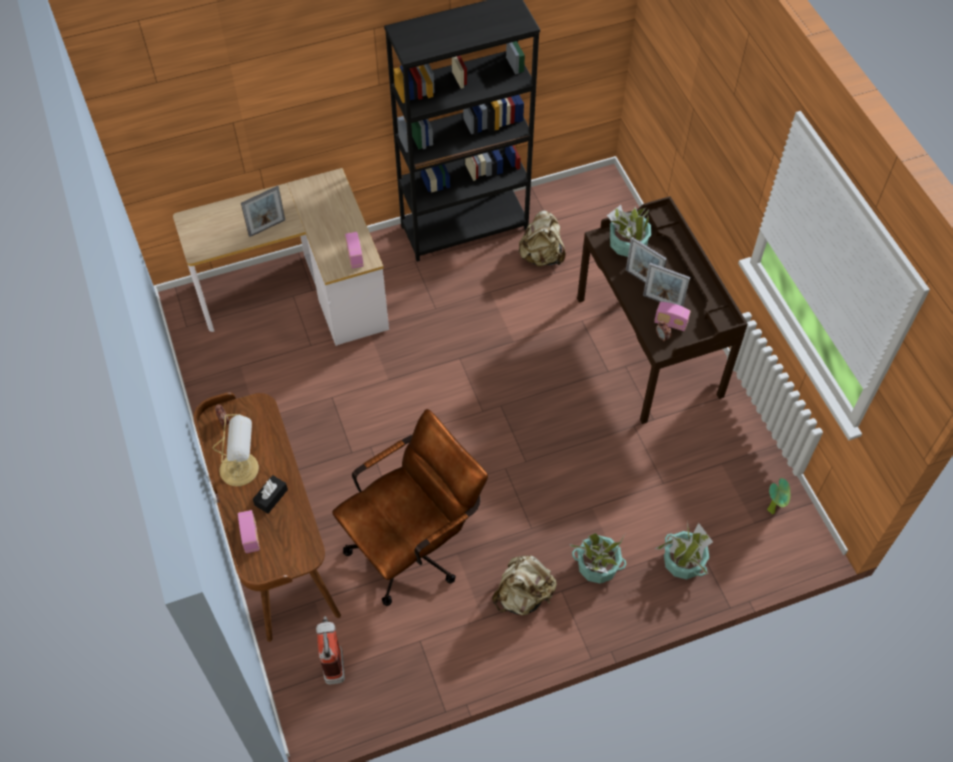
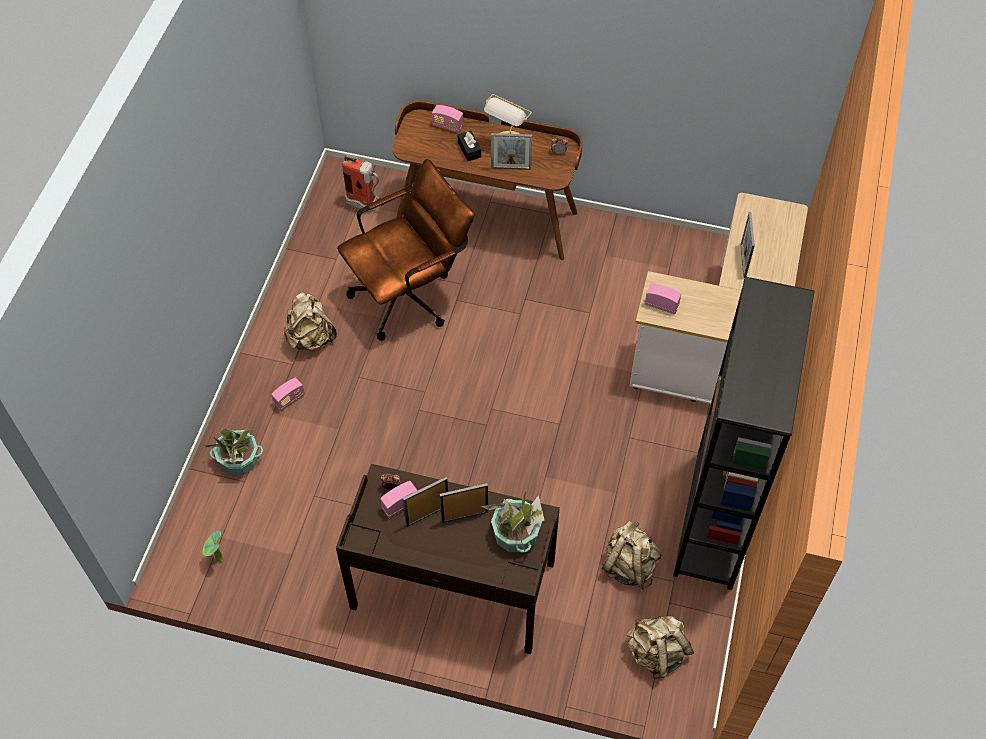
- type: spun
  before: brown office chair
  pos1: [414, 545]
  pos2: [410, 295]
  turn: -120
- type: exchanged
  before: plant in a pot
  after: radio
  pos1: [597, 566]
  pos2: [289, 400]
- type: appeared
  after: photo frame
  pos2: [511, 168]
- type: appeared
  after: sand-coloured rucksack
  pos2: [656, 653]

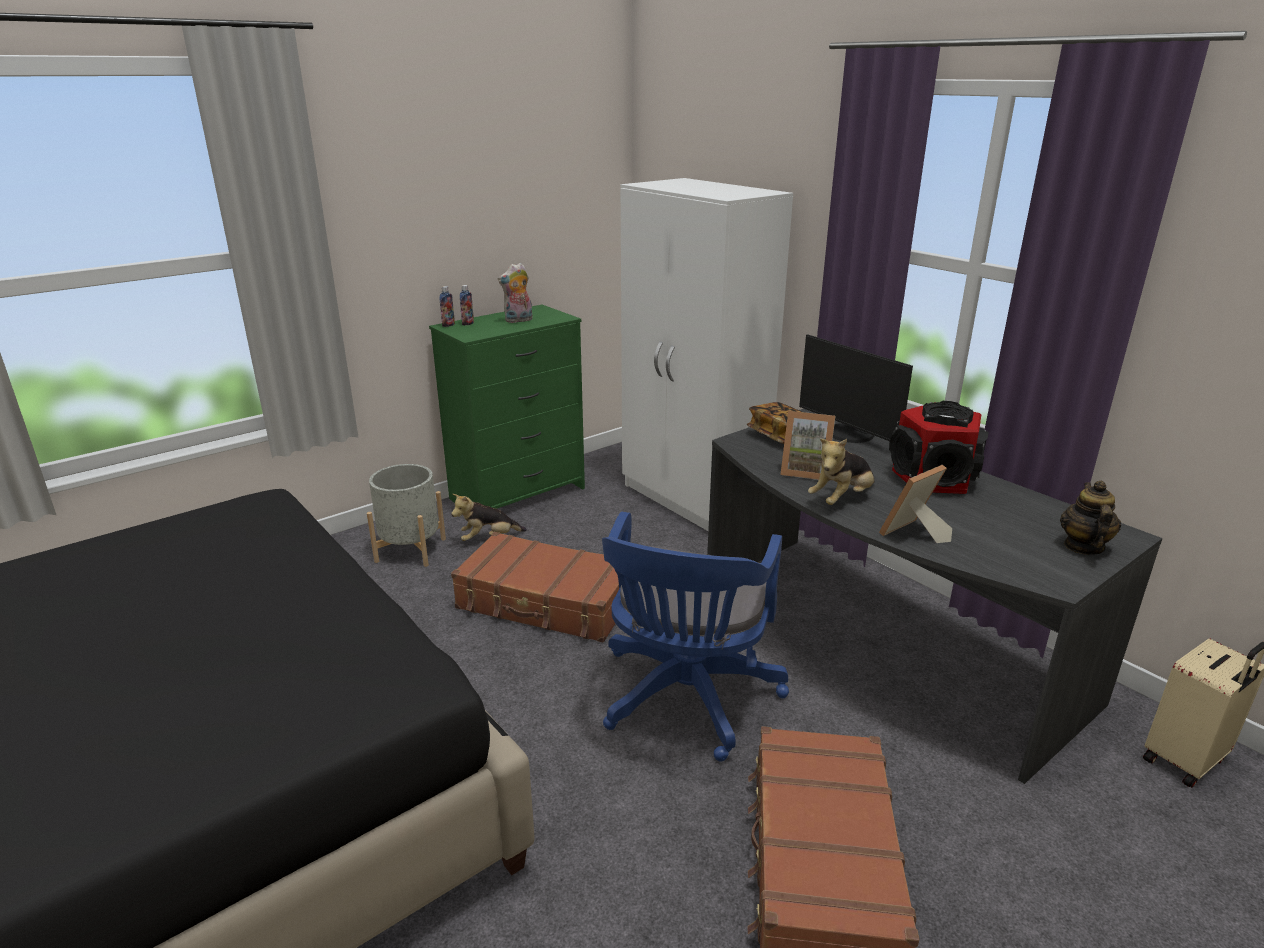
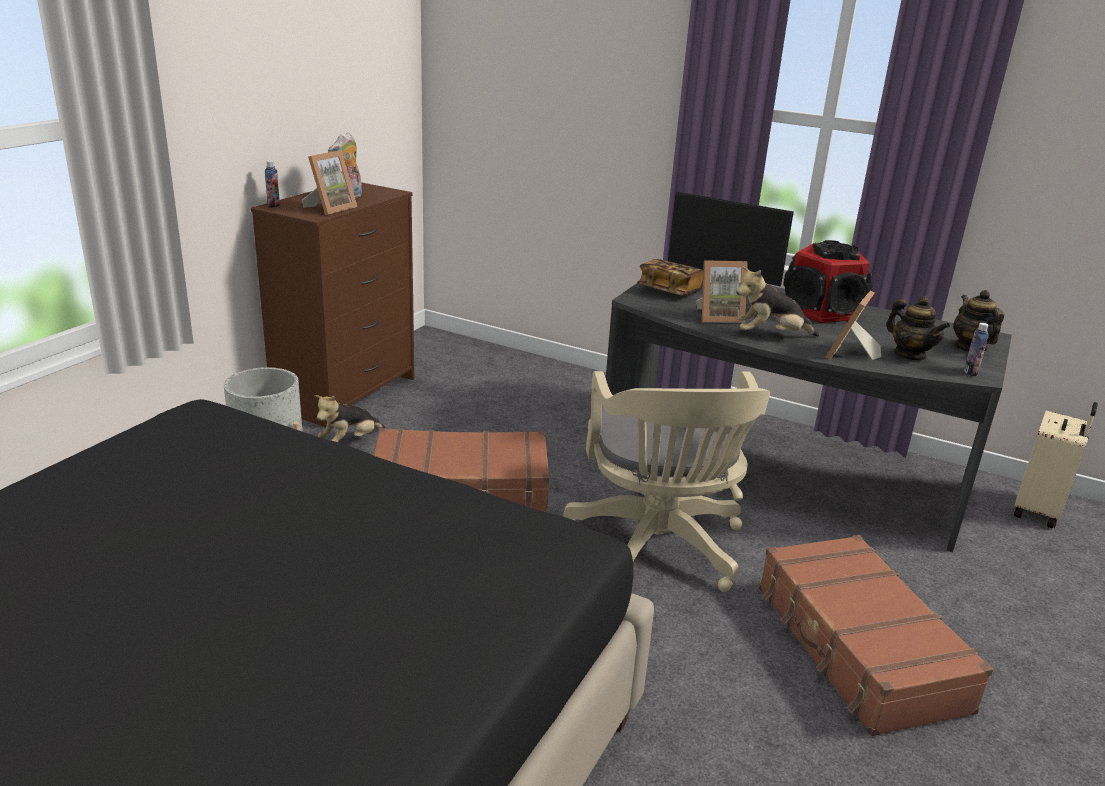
- type: colour
  before: green drawer chest
  after: brown drawer chest
  pos1: [518, 494]
  pos2: [346, 393]
- type: relocated
  before: bottle
  pos1: [468, 323]
  pos2: [970, 372]
- type: colour
  before: bluish office chair
  after: sand-coloured office chair
  pos1: [686, 700]
  pos2: [658, 549]
- type: missing
  before: white wardrobe
  pos1: [693, 500]
- type: spun
  before: plush toy
  pos1: [842, 499]
  pos2: [770, 336]
  turn: 60
- type: appeared
  after: photo frame
  pos2: [330, 208]
- type: appeared
  after: pot for tea
  pos2: [910, 355]

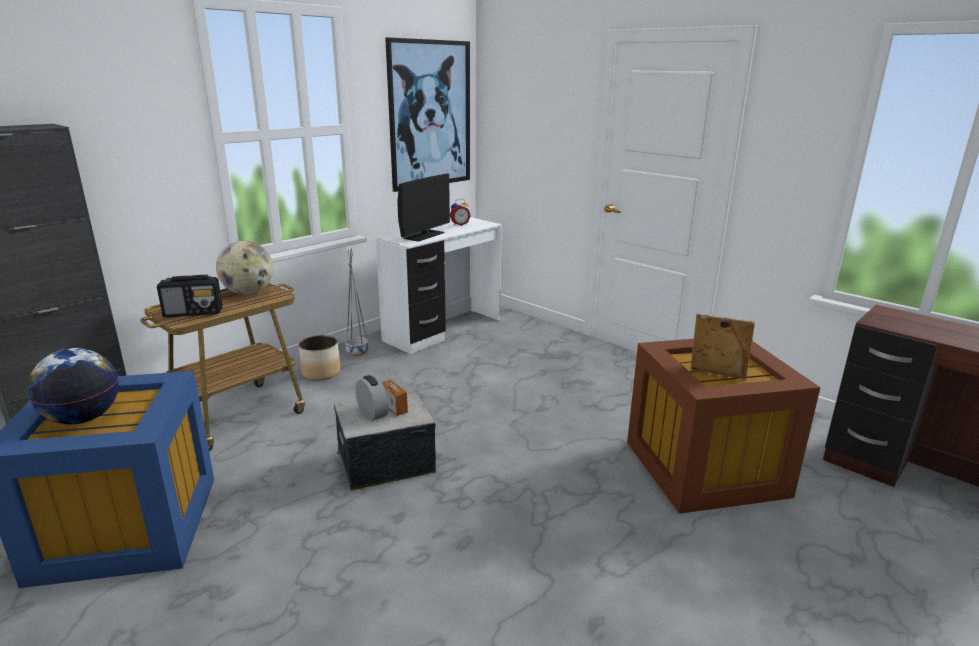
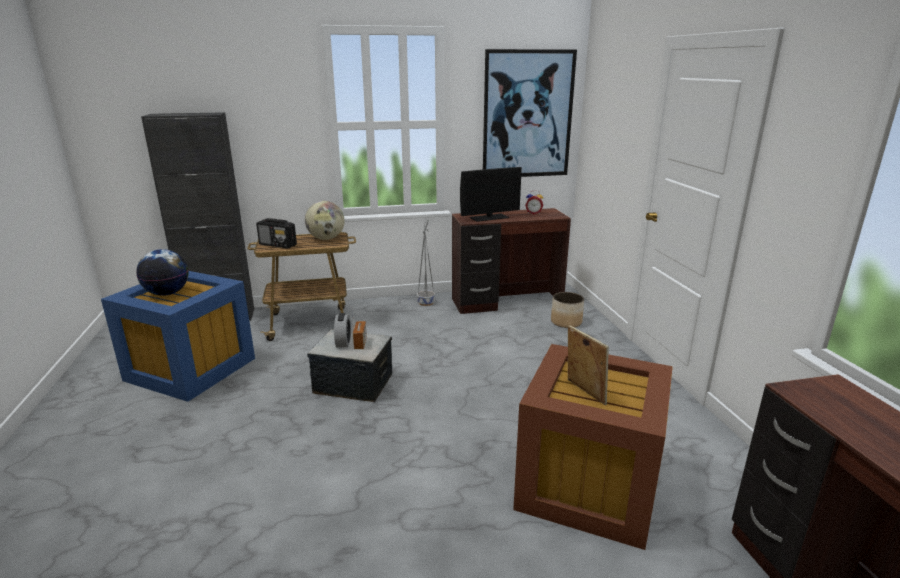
- type: relocated
  before: flower pot
  pos1: [321, 372]
  pos2: [566, 322]
- type: colour
  before: white desk unit
  after: brown desk unit
  pos1: [444, 330]
  pos2: [507, 302]

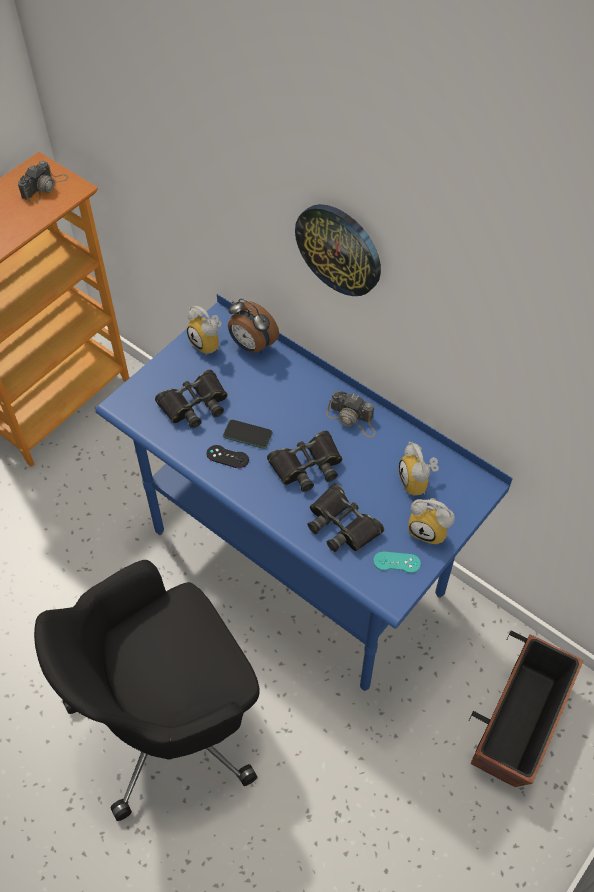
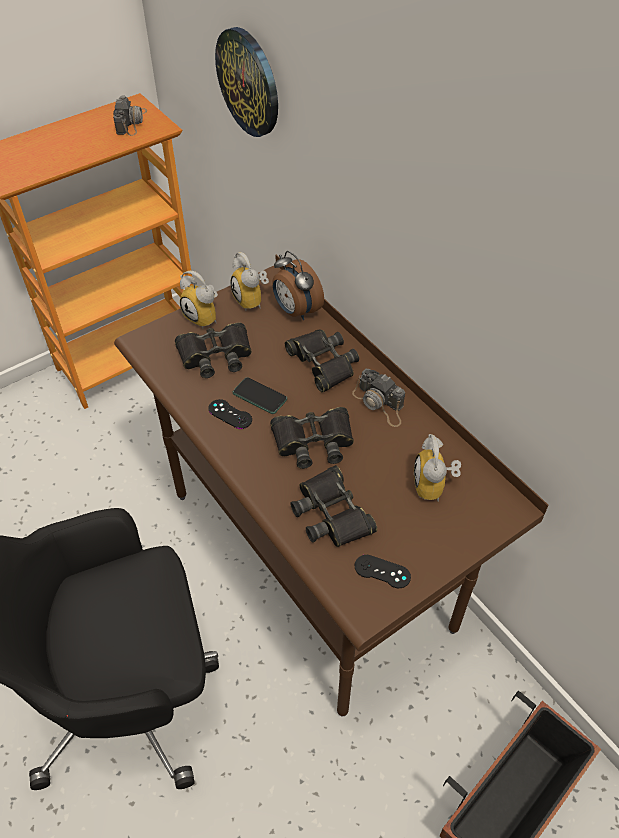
- type: spun
  before: photo camera
  pos1: [44, 187]
  pos2: [131, 121]
  turn: -45
- type: colour
  before: bluish desk unit
  after: brown desk unit
  pos1: [297, 562]
  pos2: [310, 560]
- type: relocated
  before: wall clock
  pos1: [339, 249]
  pos2: [249, 82]
- type: colour
  before: turquoise gamepad
  after: black-coloured gamepad
  pos1: [397, 562]
  pos2: [382, 571]
- type: relocated
  before: table clock
  pos1: [430, 529]
  pos2: [205, 317]
- type: appeared
  after: black-coloured binoculars
  pos2: [322, 363]

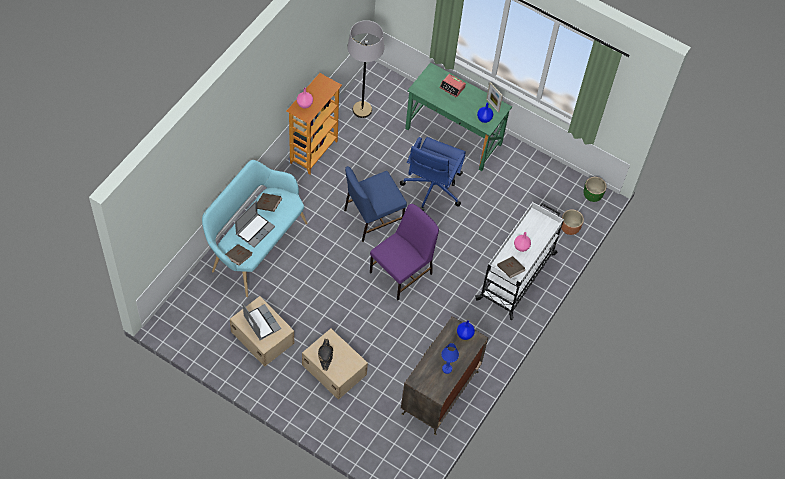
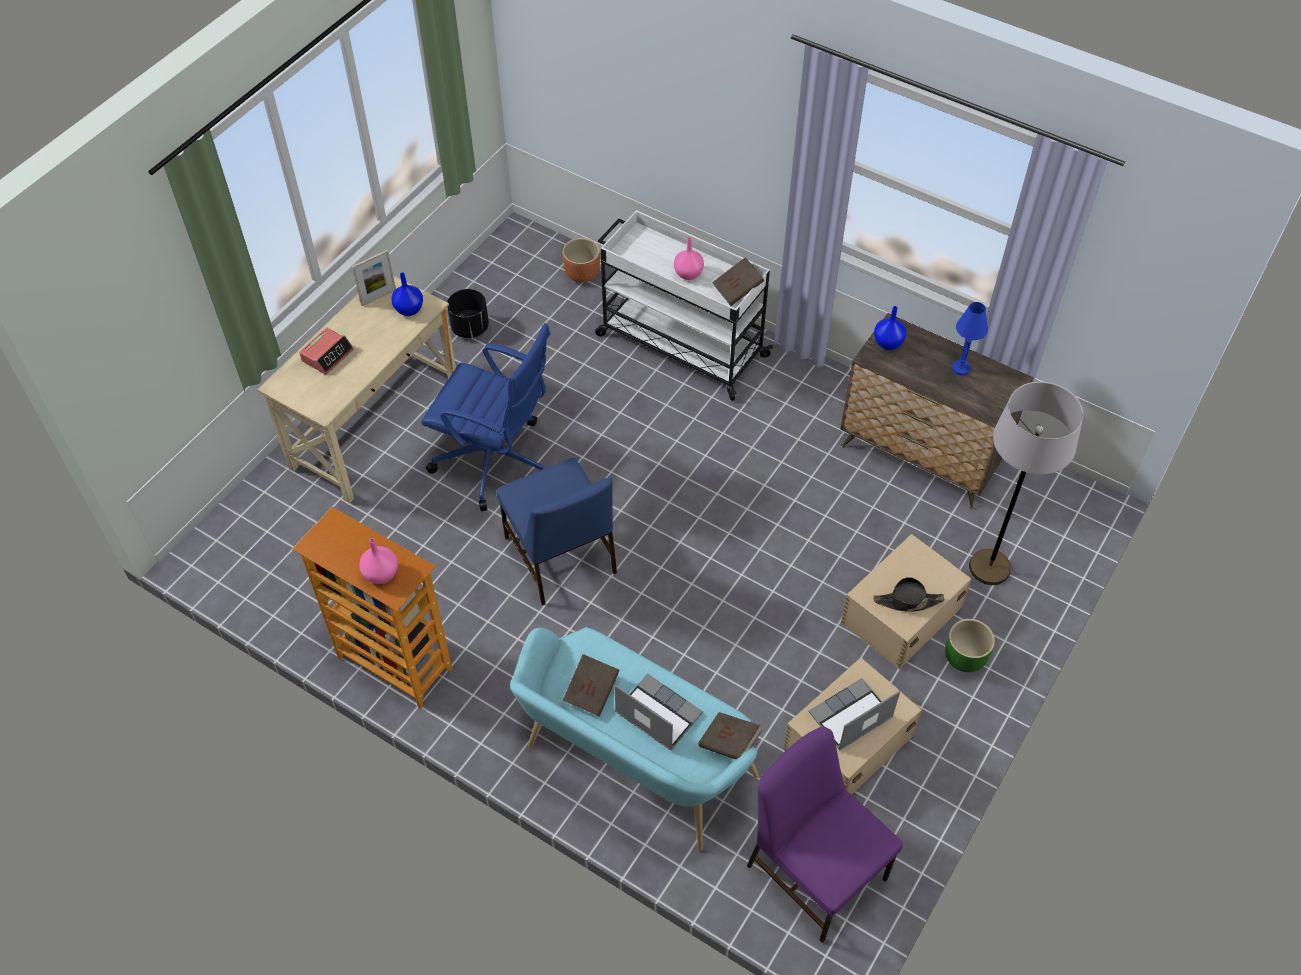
- type: relocated
  before: grey floor lamp
  pos1: [362, 110]
  pos2: [989, 568]
- type: relocated
  before: purple plain chair
  pos1: [402, 272]
  pos2: [815, 869]
- type: colour
  before: green desk unit
  after: sand-coloured desk unit
  pos1: [453, 136]
  pos2: [375, 426]
- type: relocated
  before: green flower pot
  pos1: [592, 195]
  pos2: [964, 658]
- type: appeared
  after: black-coloured flower pot
  pos2: [470, 327]

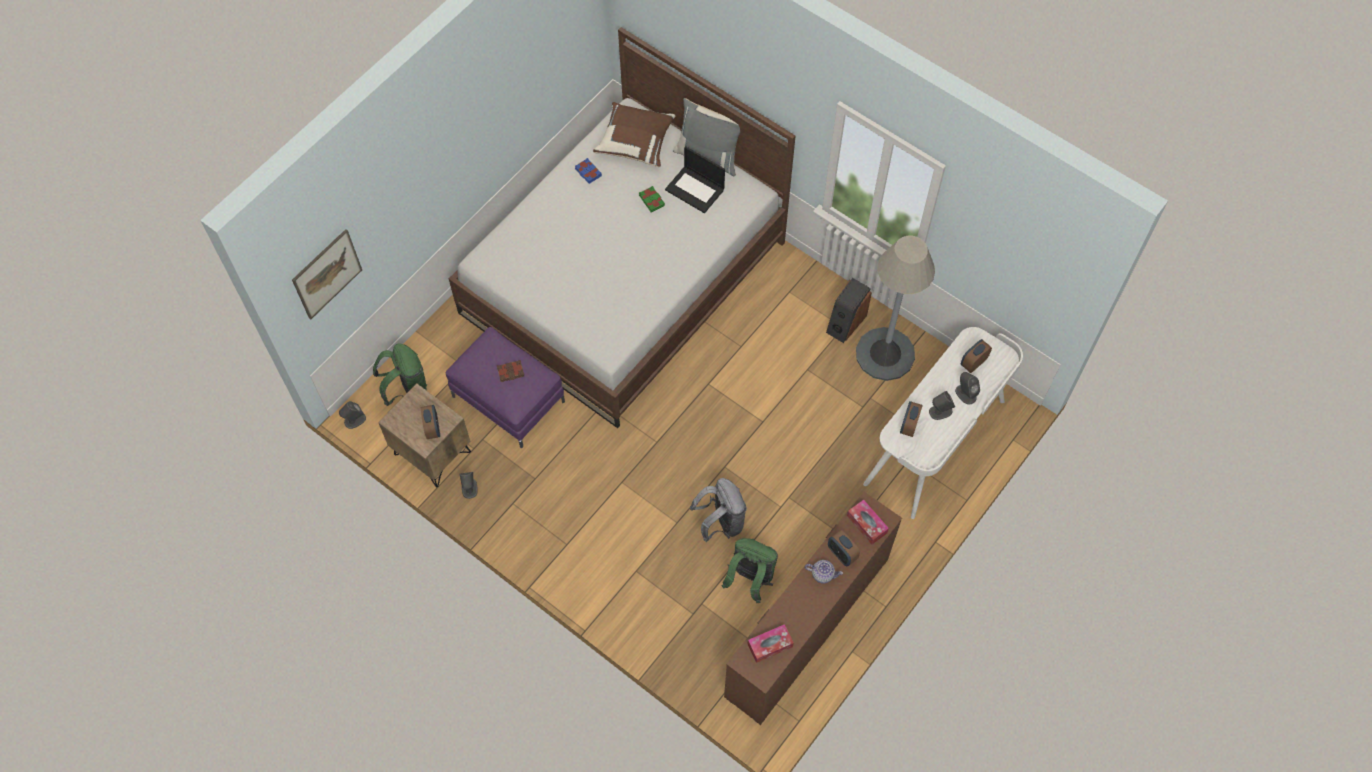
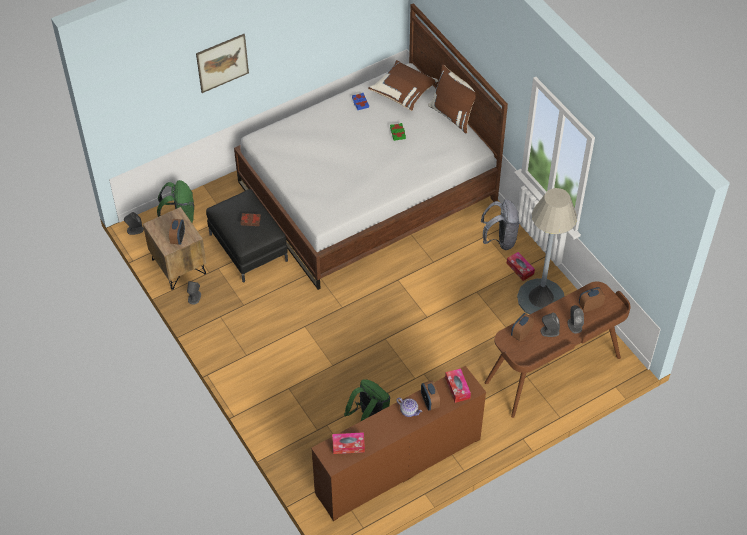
- type: relocated
  before: wall picture
  pos1: [327, 274]
  pos2: [222, 63]
- type: colour
  before: purple footrest
  after: black-coloured footrest
  pos1: [508, 399]
  pos2: [248, 247]
- type: missing
  before: laptop
  pos1: [695, 189]
- type: colour
  before: grey cushion
  after: brown cushion
  pos1: [708, 155]
  pos2: [453, 115]
- type: relocated
  before: grey rucksack
  pos1: [720, 522]
  pos2: [500, 240]
- type: exchanged
  before: speaker
  after: tissue box
  pos1: [845, 323]
  pos2: [520, 269]
- type: colour
  before: white desk unit
  after: brown desk unit
  pos1: [936, 443]
  pos2: [553, 371]

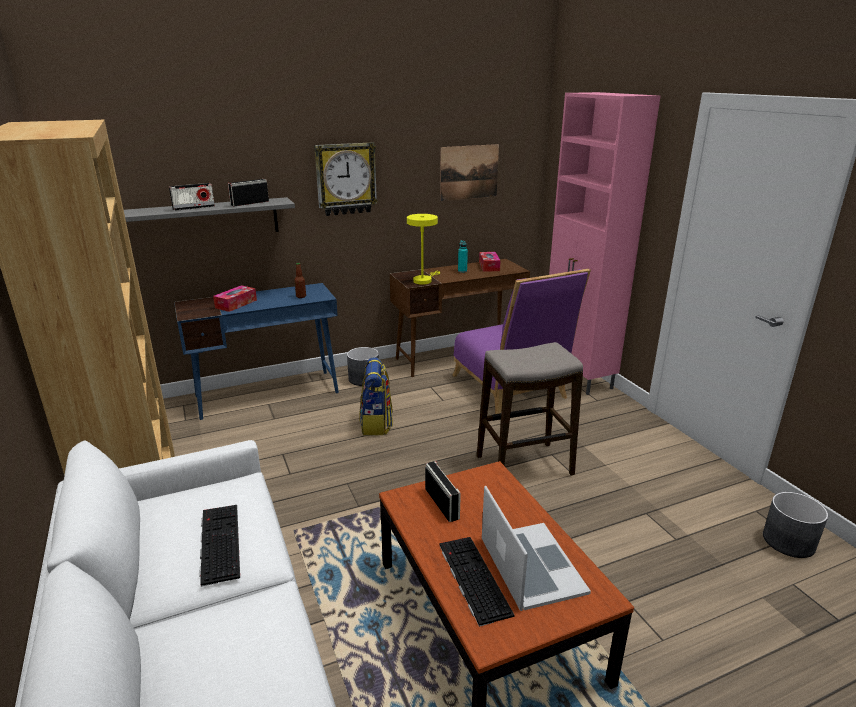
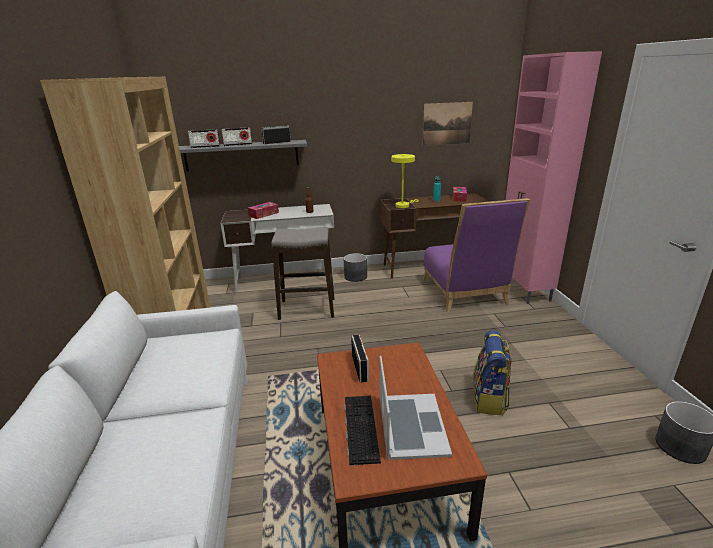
- type: colour
  before: bluish desk unit
  after: white desk unit
  pos1: [268, 394]
  pos2: [286, 281]
- type: missing
  before: computer keyboard
  pos1: [218, 542]
- type: missing
  before: wall clock
  pos1: [346, 179]
- type: relocated
  before: rucksack
  pos1: [376, 424]
  pos2: [489, 399]
- type: relocated
  before: stool seat
  pos1: [524, 466]
  pos2: [307, 309]
- type: appeared
  after: radio
  pos2: [205, 147]

